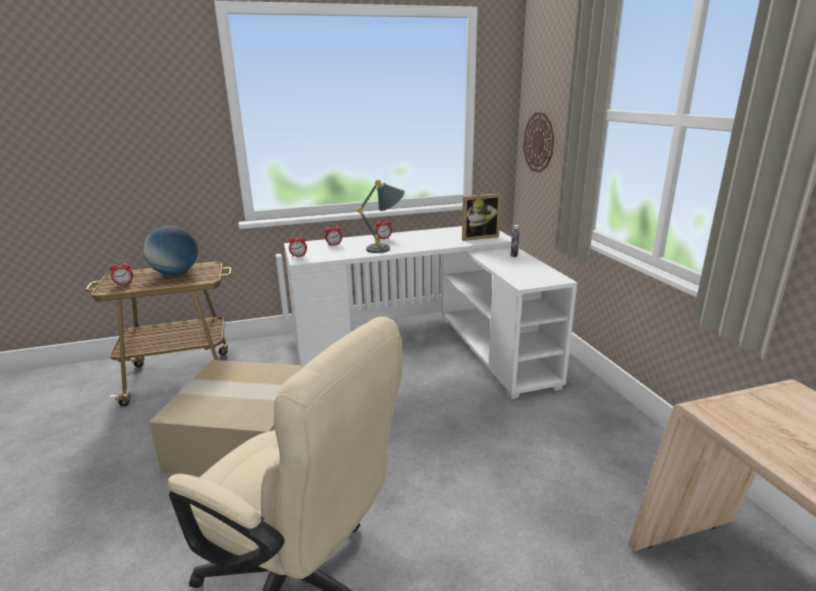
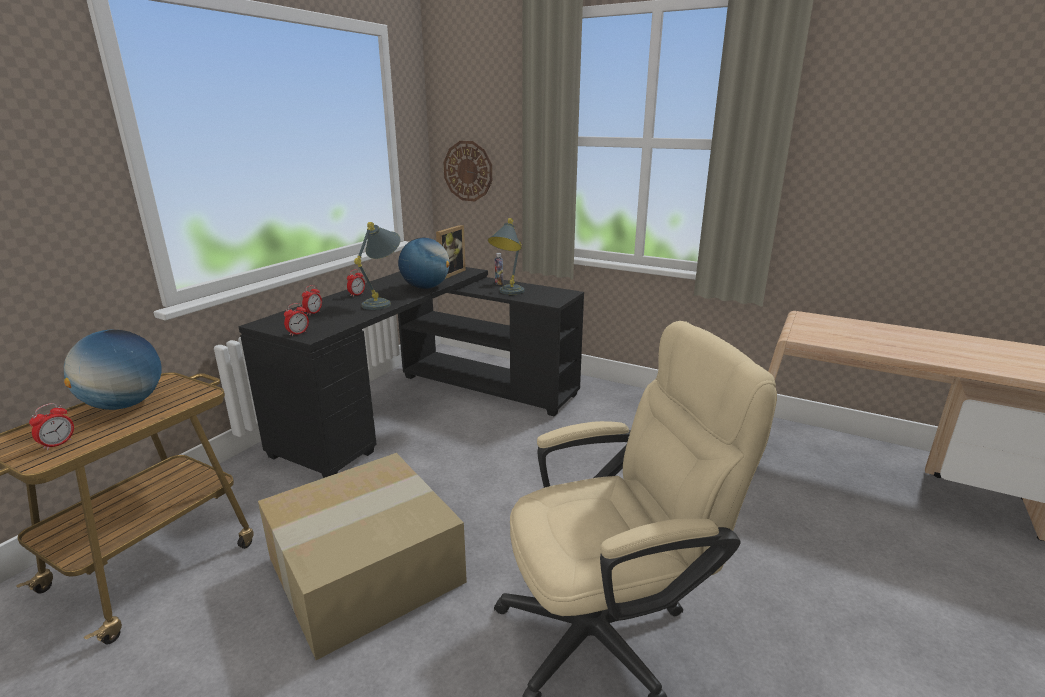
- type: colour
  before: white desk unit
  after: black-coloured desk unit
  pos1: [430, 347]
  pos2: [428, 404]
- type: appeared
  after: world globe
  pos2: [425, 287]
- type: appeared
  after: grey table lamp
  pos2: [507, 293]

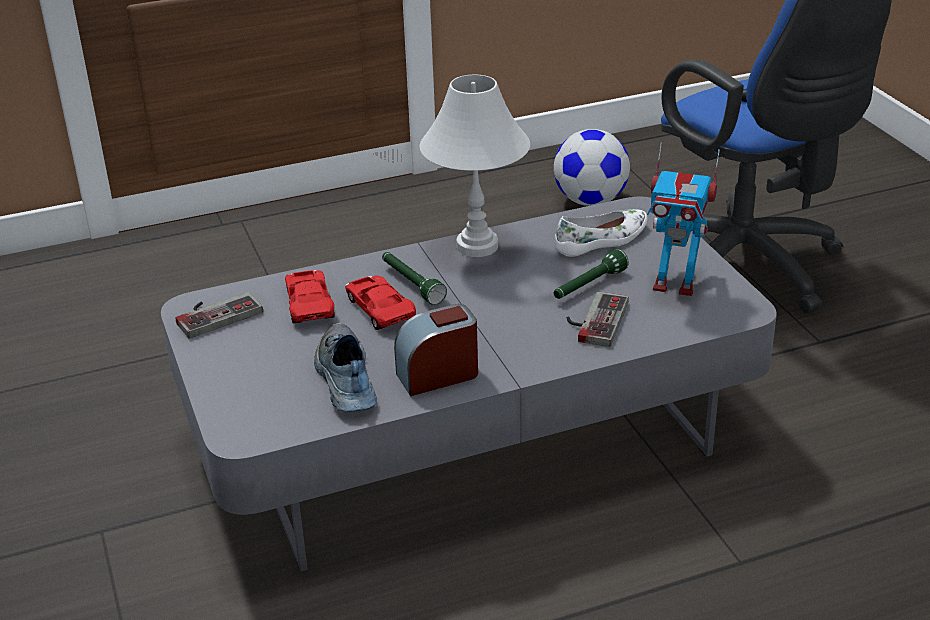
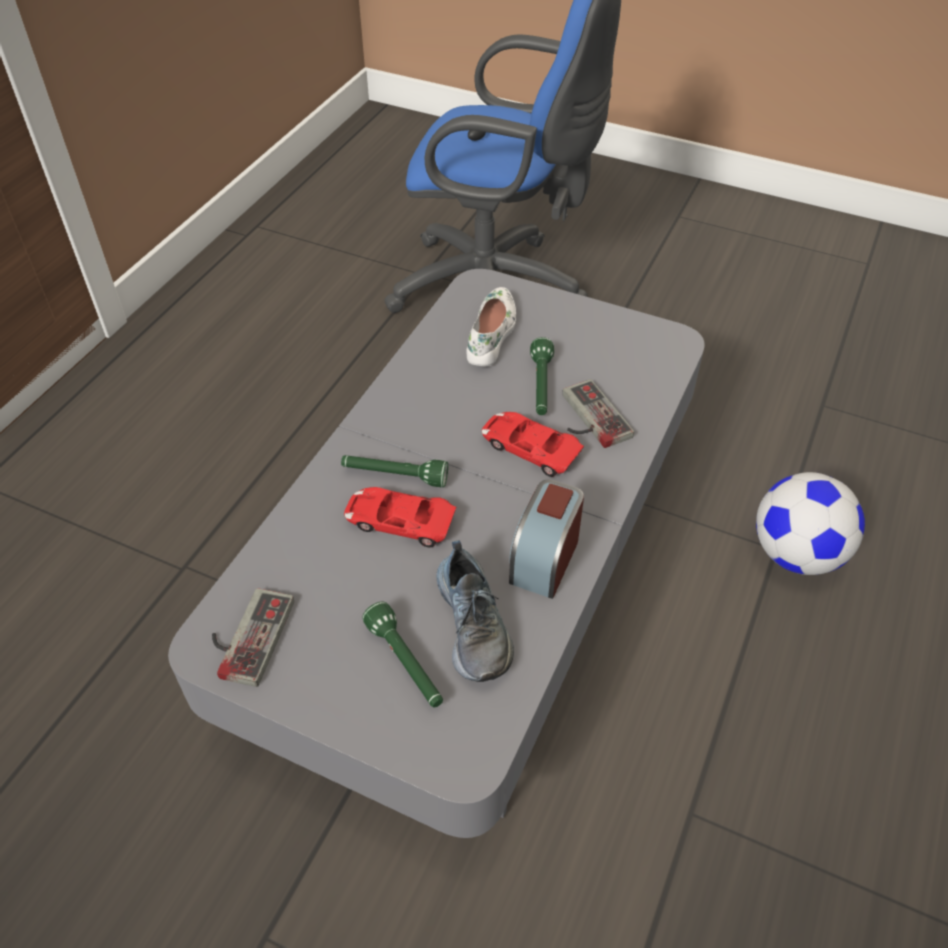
- type: relocated
  before: red-coloured miniature car
  pos1: [309, 302]
  pos2: [530, 448]
- type: spun
  before: shoe
  pos1: [344, 380]
  pos2: [475, 623]
  turn: -135
- type: missing
  before: white table lamp
  pos1: [477, 246]
- type: relocated
  before: ball for football
  pos1: [590, 201]
  pos2: [796, 554]
- type: missing
  before: robot figure
  pos1: [675, 284]
- type: appeared
  after: green torch
  pos2: [406, 664]

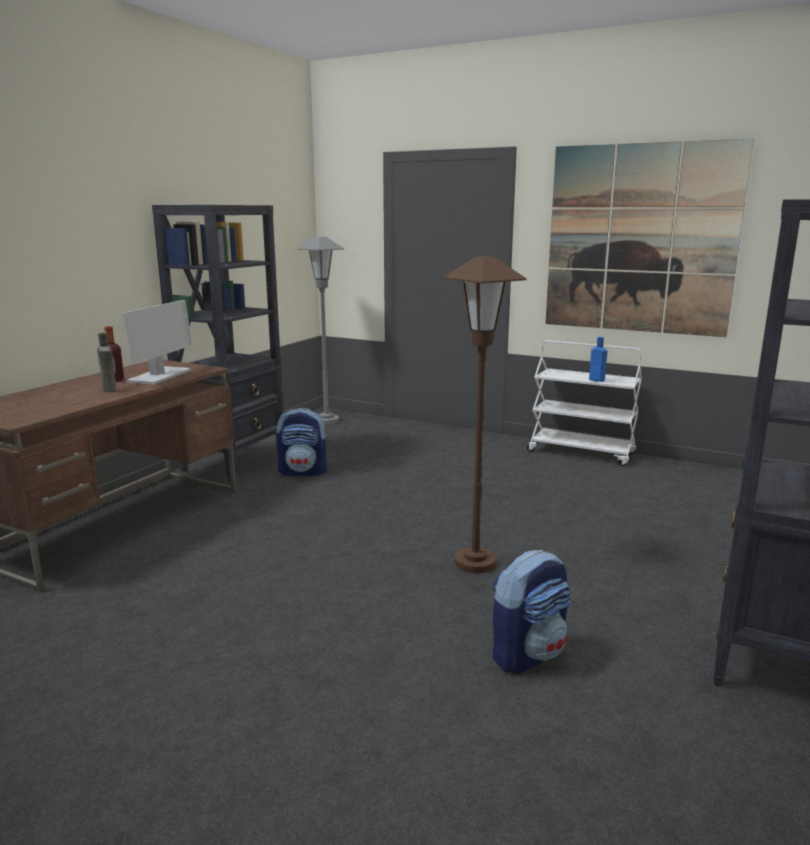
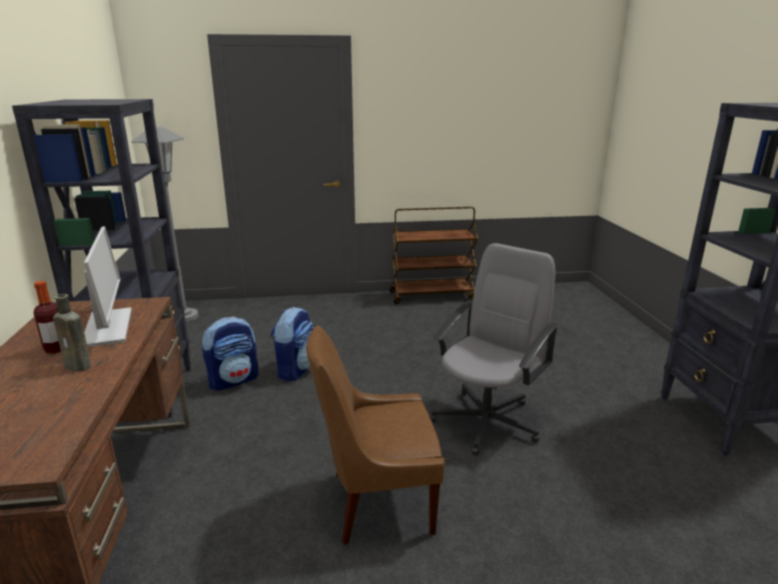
- type: exchanged
  before: brown floor lamp
  after: grey office chair
  pos1: [475, 563]
  pos2: [487, 421]
- type: relocated
  before: rucksack
  pos1: [528, 654]
  pos2: [295, 369]
- type: colour
  before: white cart
  after: brown cart
  pos1: [581, 452]
  pos2: [432, 295]
- type: missing
  before: wall picture
  pos1: [639, 240]
- type: missing
  before: bluish bottle
  pos1: [595, 380]
- type: appeared
  after: brown plain chair
  pos2: [377, 502]

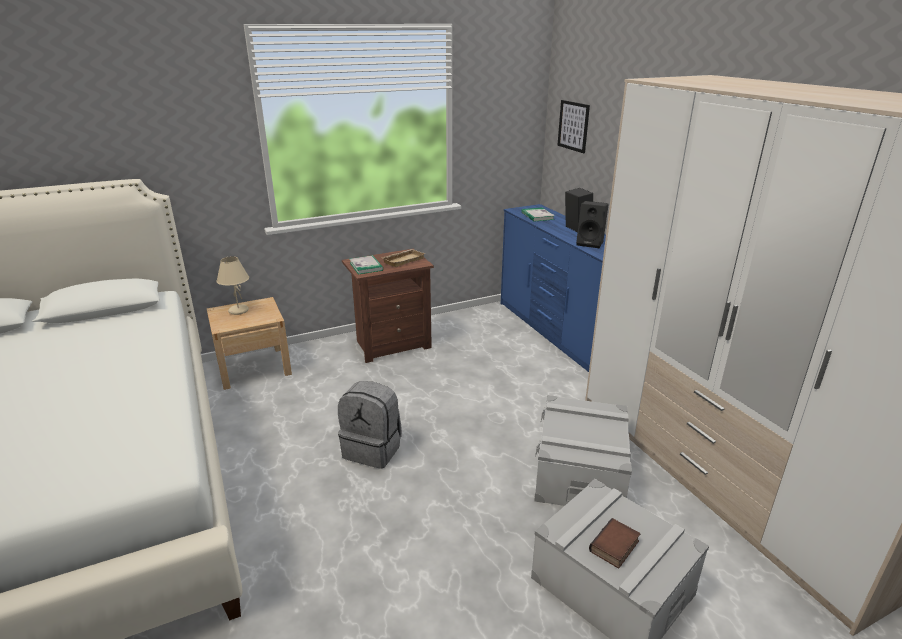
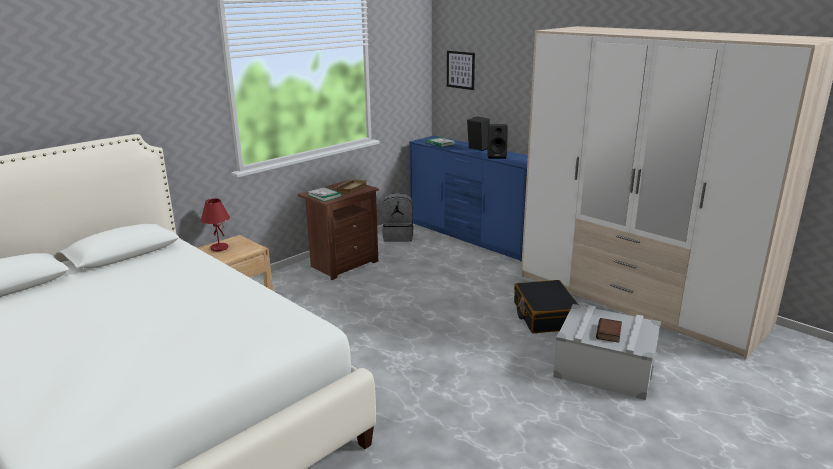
- type: colour
  before: sand-coloured table lamp
  after: red-coloured table lamp
  pos1: [238, 311]
  pos2: [219, 248]
- type: relocated
  before: grey rucksack
  pos1: [373, 449]
  pos2: [398, 236]
- type: exchanged
  before: grey storage box
  after: black-coloured piece of luggage
  pos1: [580, 472]
  pos2: [545, 316]

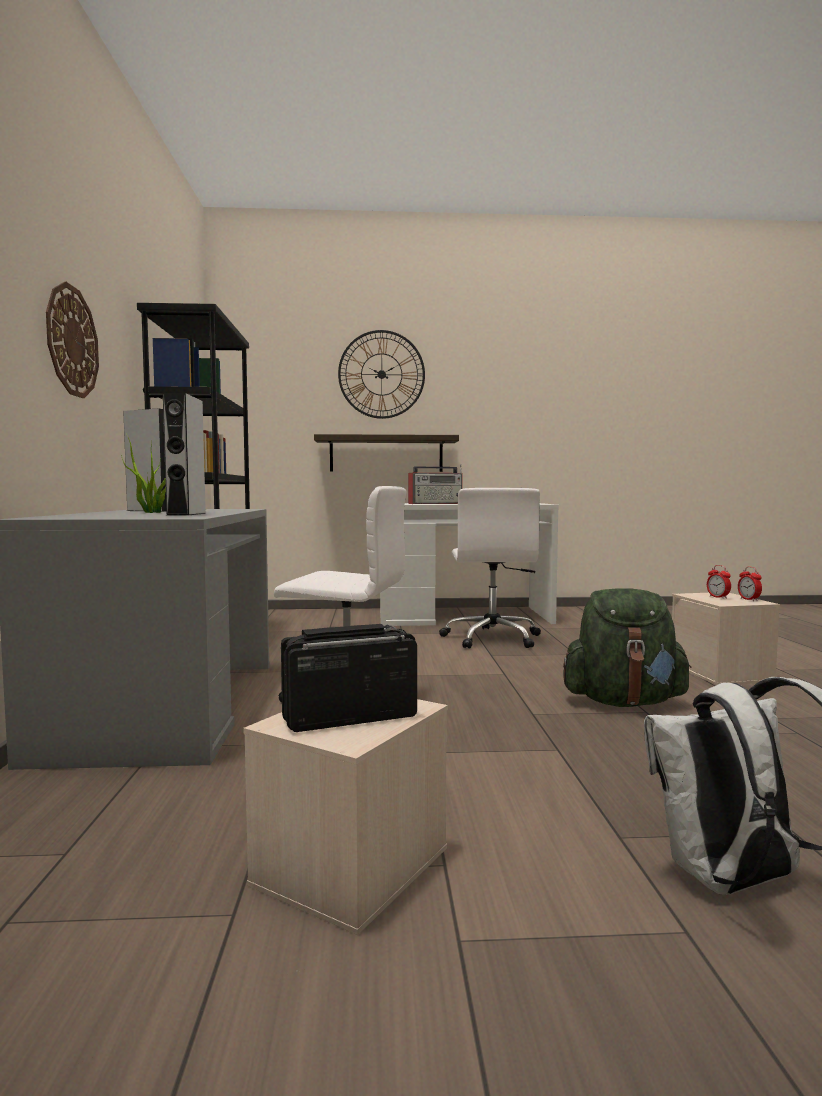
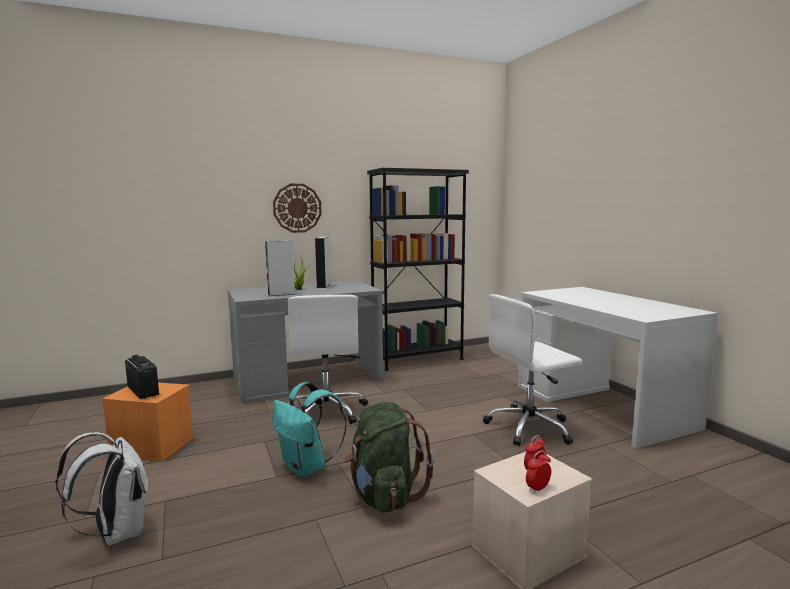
- type: colour
  before: sand-coloured storage box
  after: orangey storage box
  pos1: [352, 868]
  pos2: [151, 446]
- type: missing
  before: shelf
  pos1: [386, 454]
- type: missing
  before: wall clock
  pos1: [381, 374]
- type: missing
  before: radio
  pos1: [436, 503]
- type: appeared
  after: turquoise rucksack
  pos2: [307, 467]

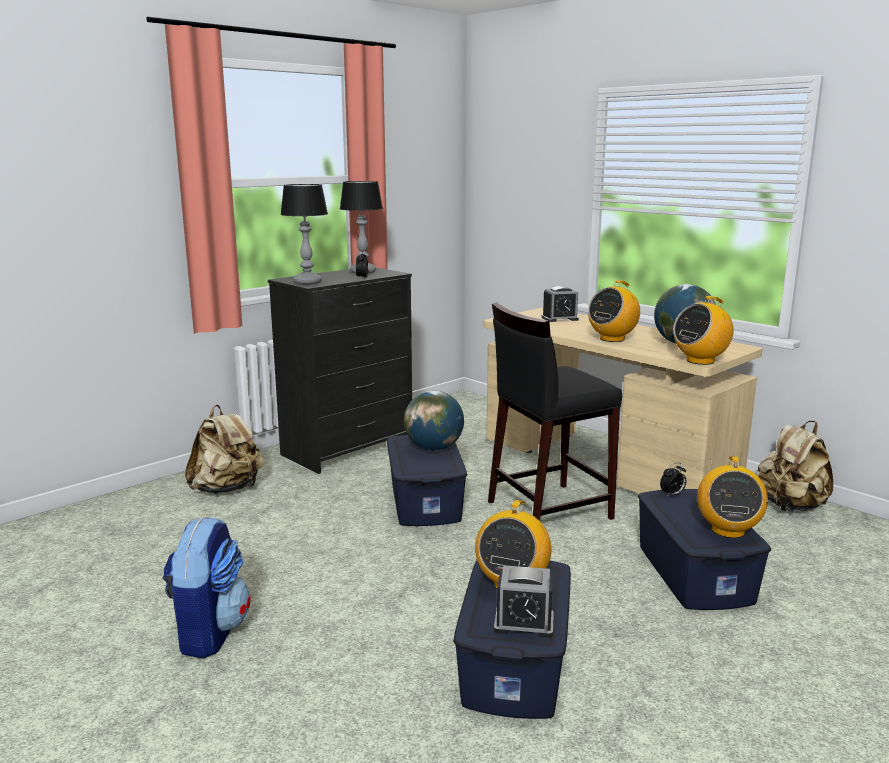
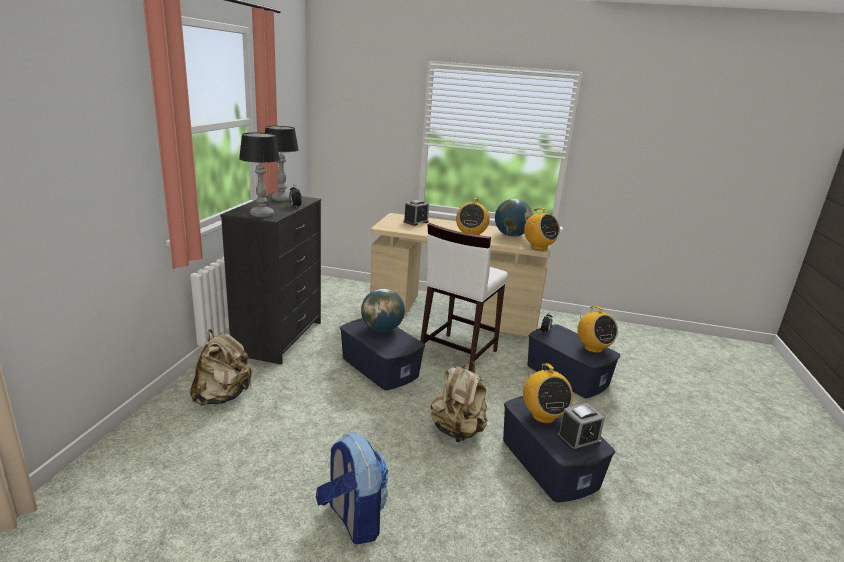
- type: colour
  before: black-coloured stool seat
  after: white stool seat
  pos1: [547, 509]
  pos2: [457, 354]
- type: spun
  before: radio
  pos1: [700, 361]
  pos2: [538, 247]
  turn: -60
- type: relocated
  before: sand-coloured rucksack
  pos1: [791, 507]
  pos2: [457, 431]

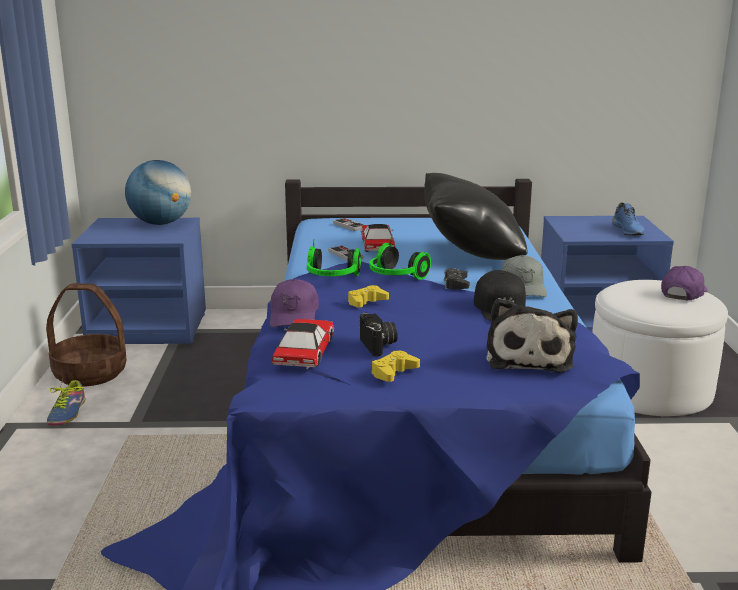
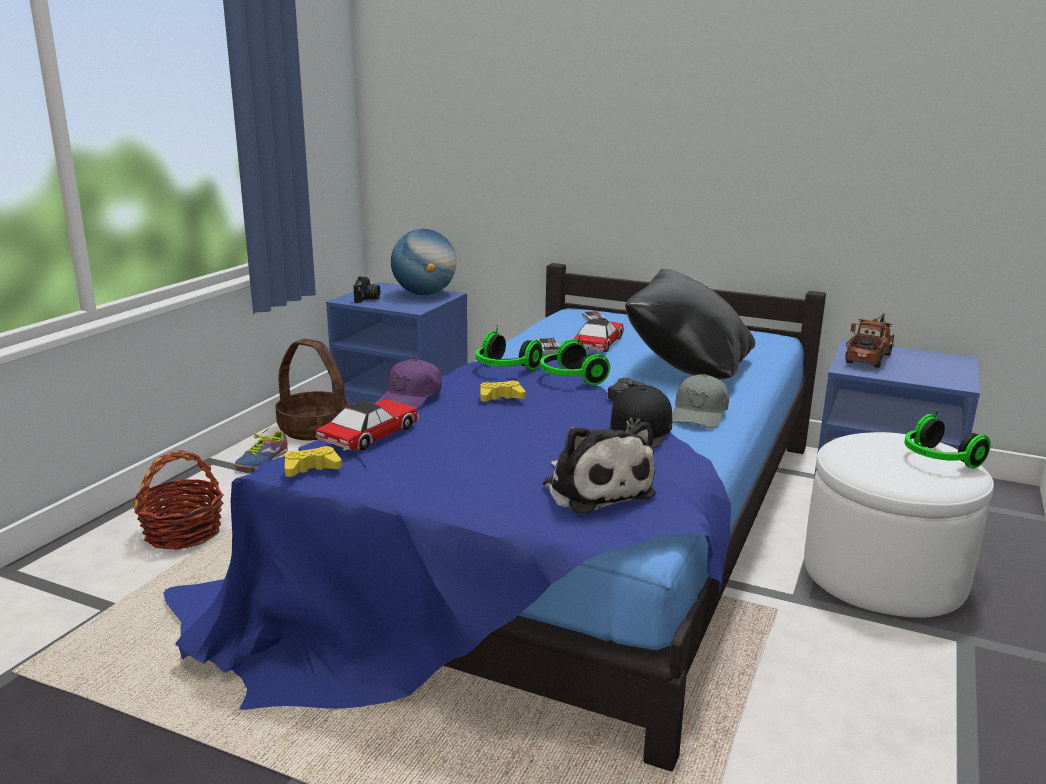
- type: relocated
  before: photo camera
  pos1: [379, 345]
  pos2: [367, 299]
- type: relocated
  before: yellow gamepad
  pos1: [393, 372]
  pos2: [311, 469]
- type: spun
  before: plush toy
  pos1: [529, 357]
  pos2: [595, 489]
  turn: -60
- type: missing
  before: bluish shoe
  pos1: [628, 231]
- type: exchanged
  before: purple cap
  after: headphones
  pos1: [683, 293]
  pos2: [937, 459]
- type: appeared
  after: basket
  pos2: [183, 532]
- type: appeared
  after: toy truck
  pos2: [870, 357]

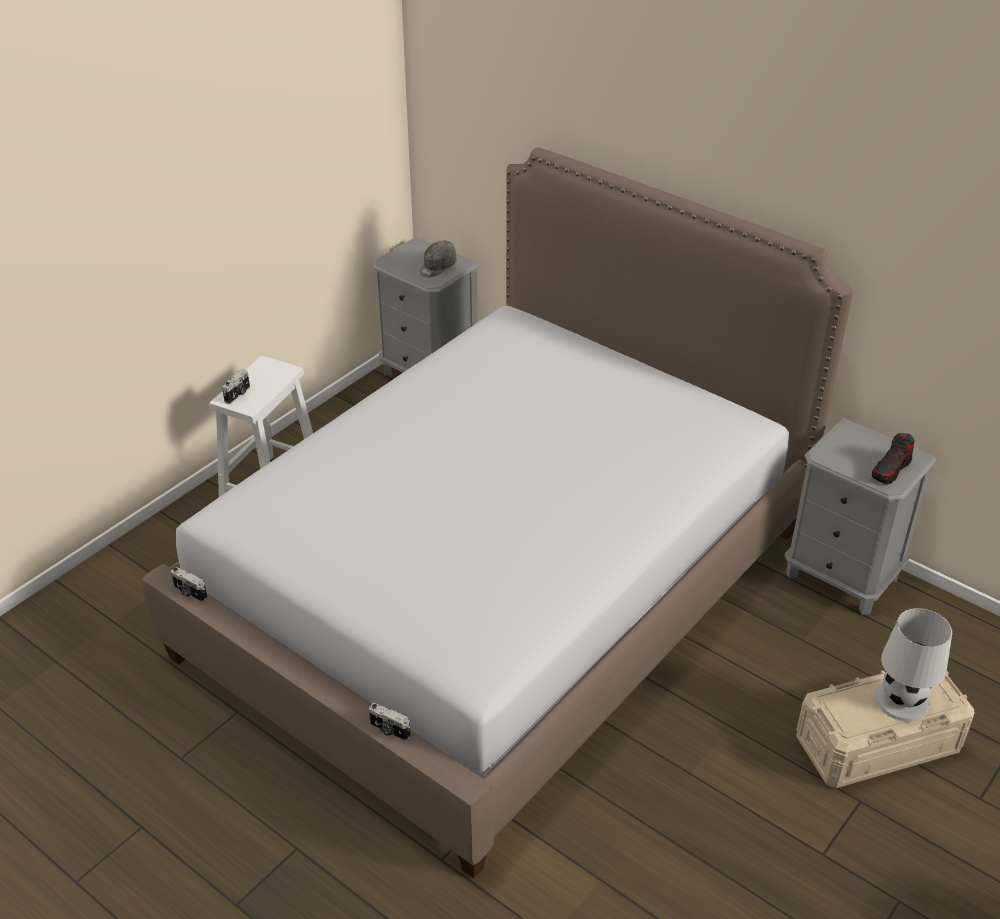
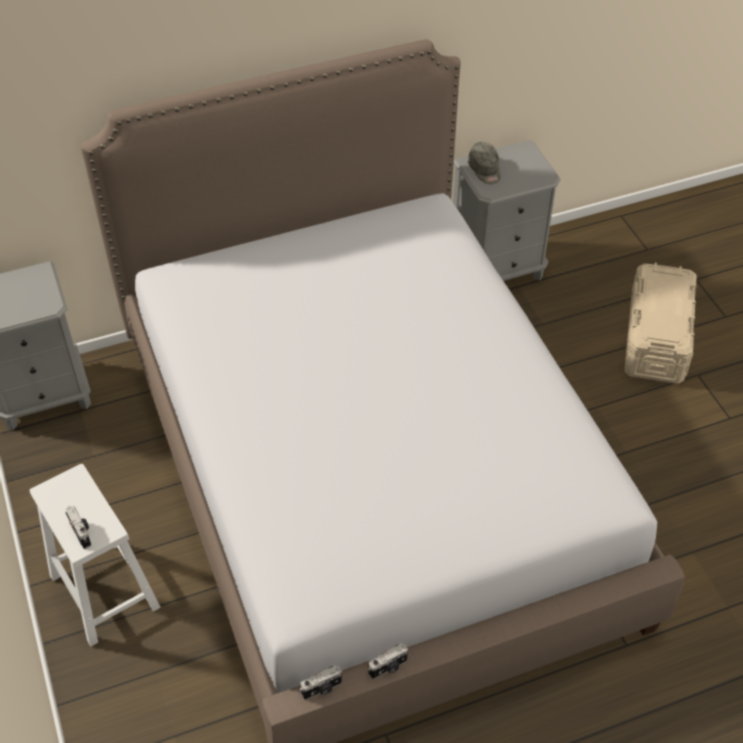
- type: relocated
  before: photo camera
  pos1: [389, 731]
  pos2: [388, 668]
- type: relocated
  before: grey cap
  pos1: [437, 267]
  pos2: [485, 170]
- type: missing
  before: shoe
  pos1: [891, 470]
- type: missing
  before: white table lamp
  pos1: [902, 700]

